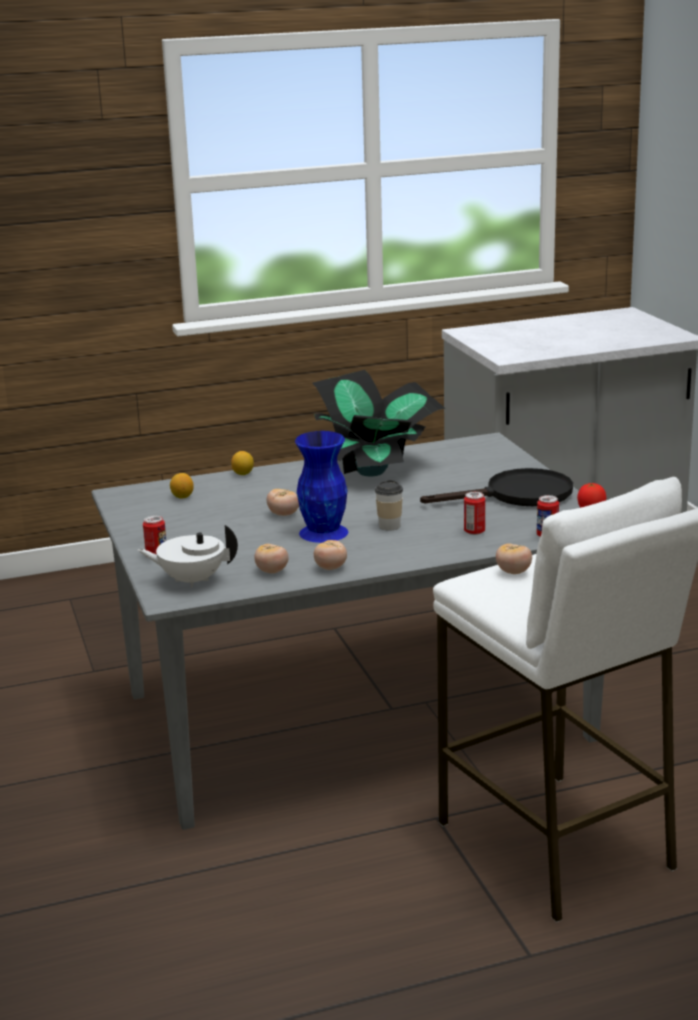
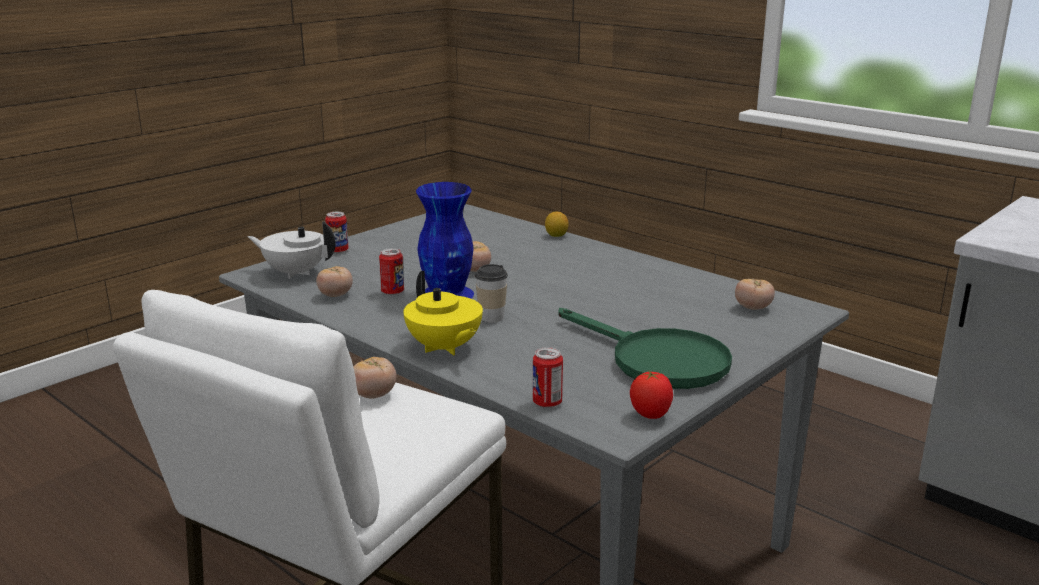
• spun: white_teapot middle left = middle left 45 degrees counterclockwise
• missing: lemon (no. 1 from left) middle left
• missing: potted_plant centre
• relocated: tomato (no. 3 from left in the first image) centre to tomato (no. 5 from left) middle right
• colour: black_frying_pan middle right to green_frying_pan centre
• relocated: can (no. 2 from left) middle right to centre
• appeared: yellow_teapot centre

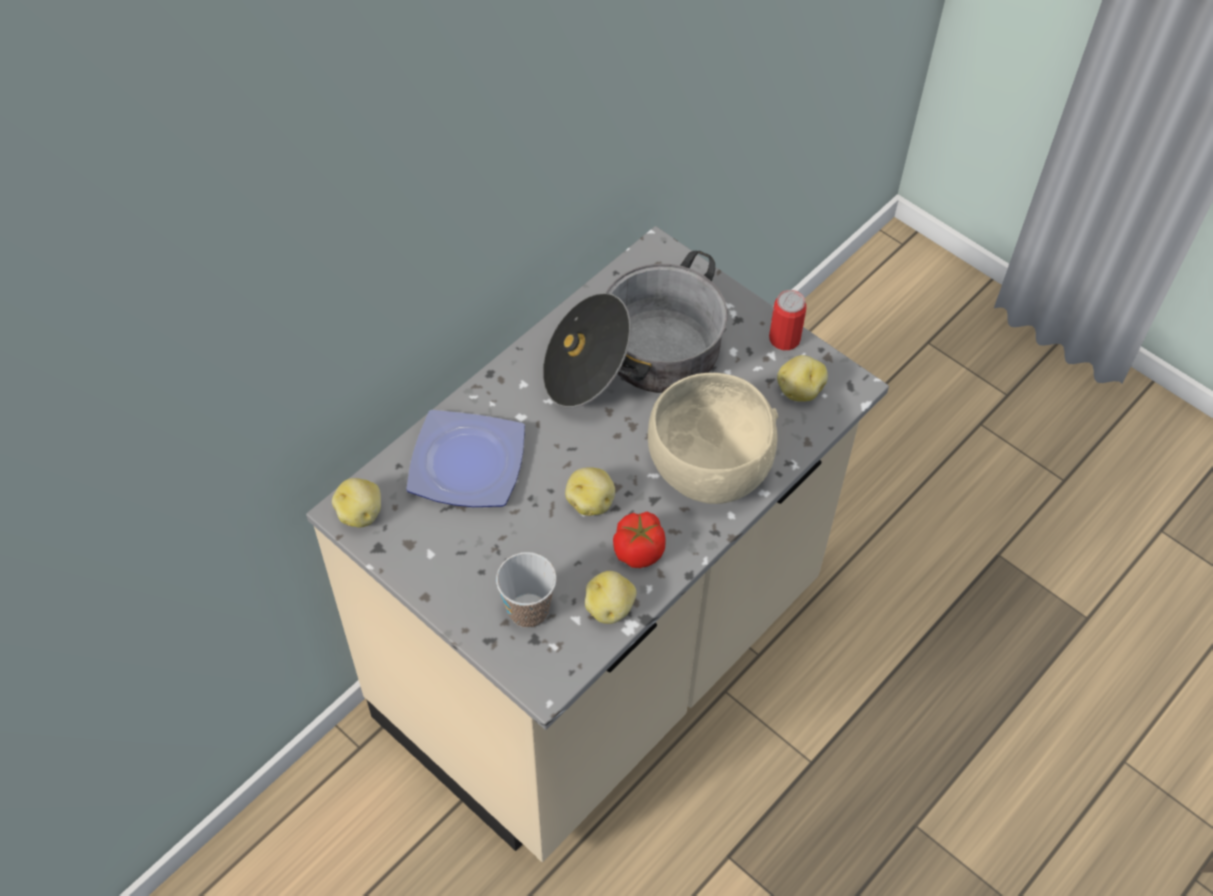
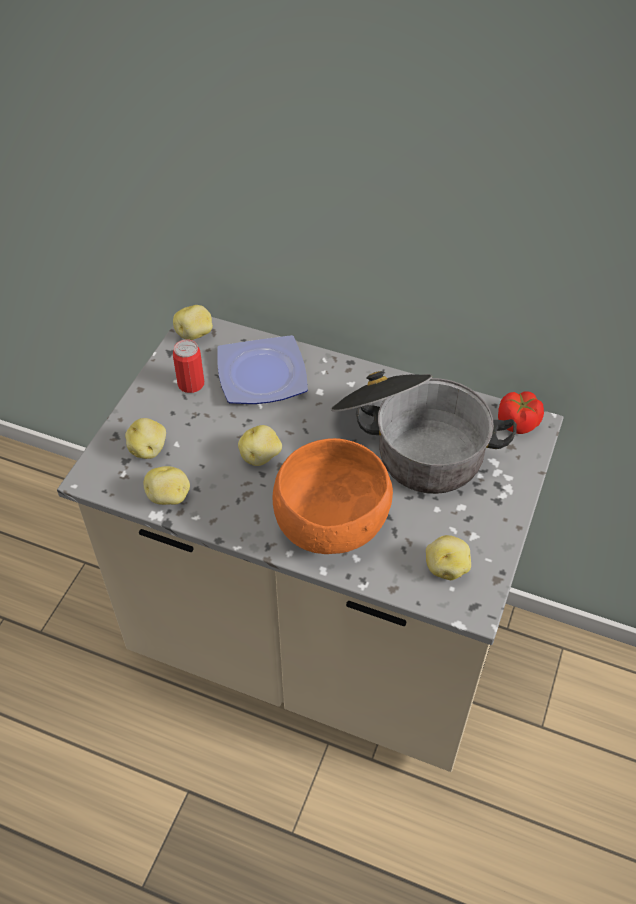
• exchanged: cup centre to potato (no. 1 from left) middle left
• relocated: tomato centre to middle right
• colour: beige_bowl centre to orange_bowl centre
• relocated: can centre to middle left

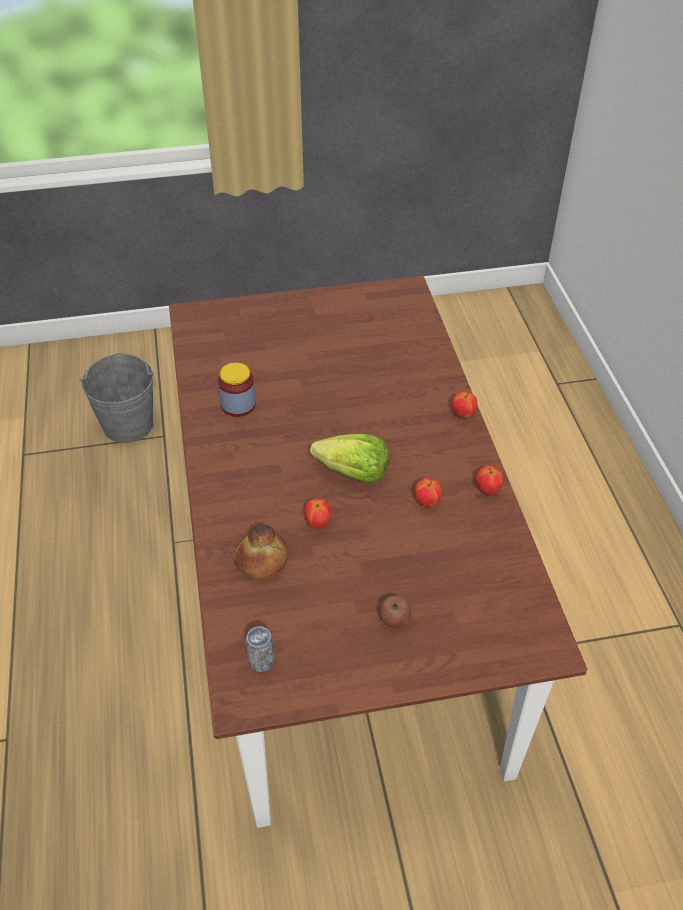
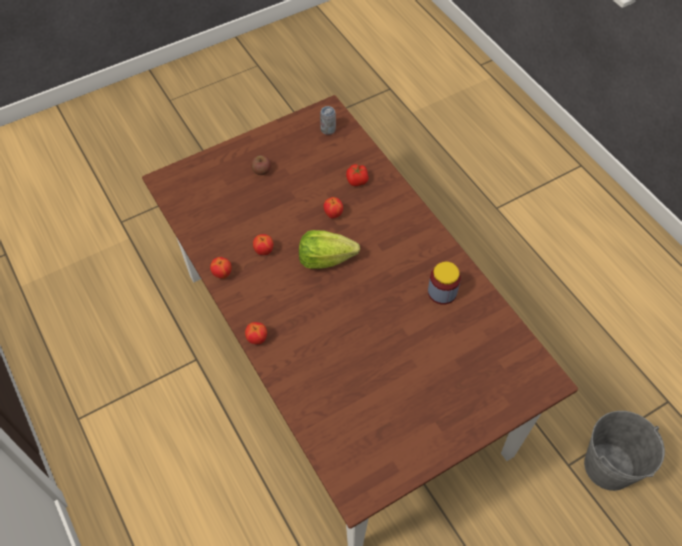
• exchanged: bread centre to tomato top centre

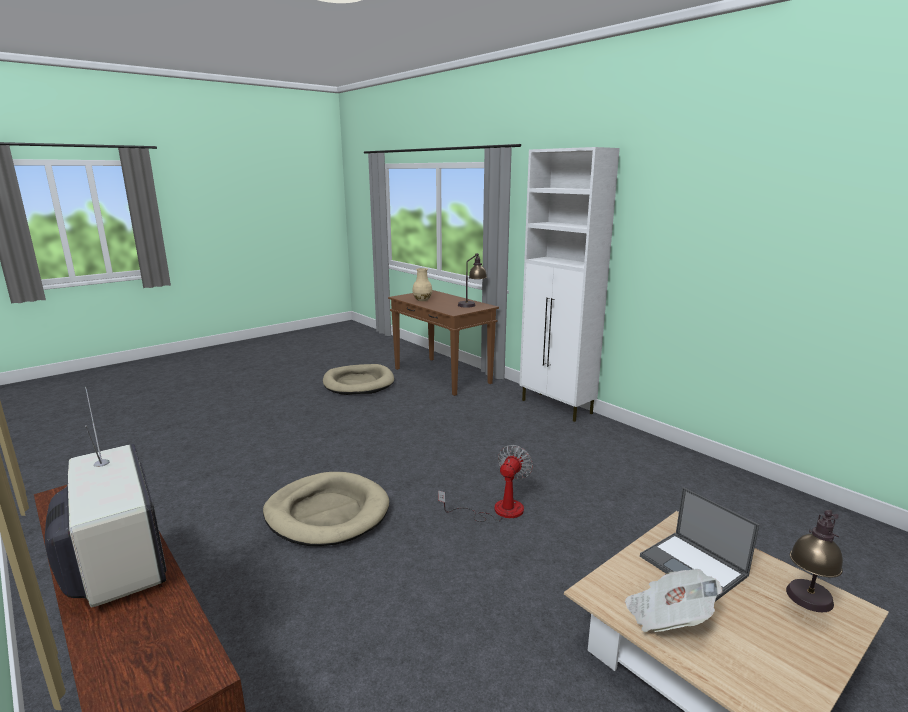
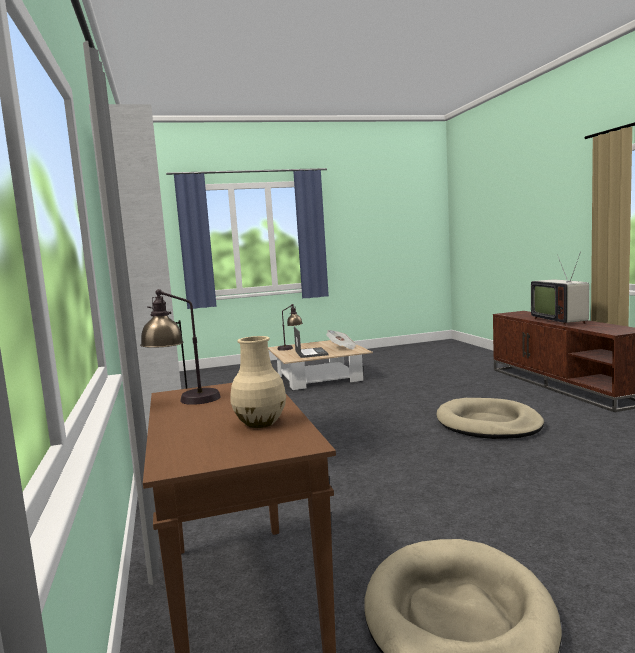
• missing: fan bottom centre

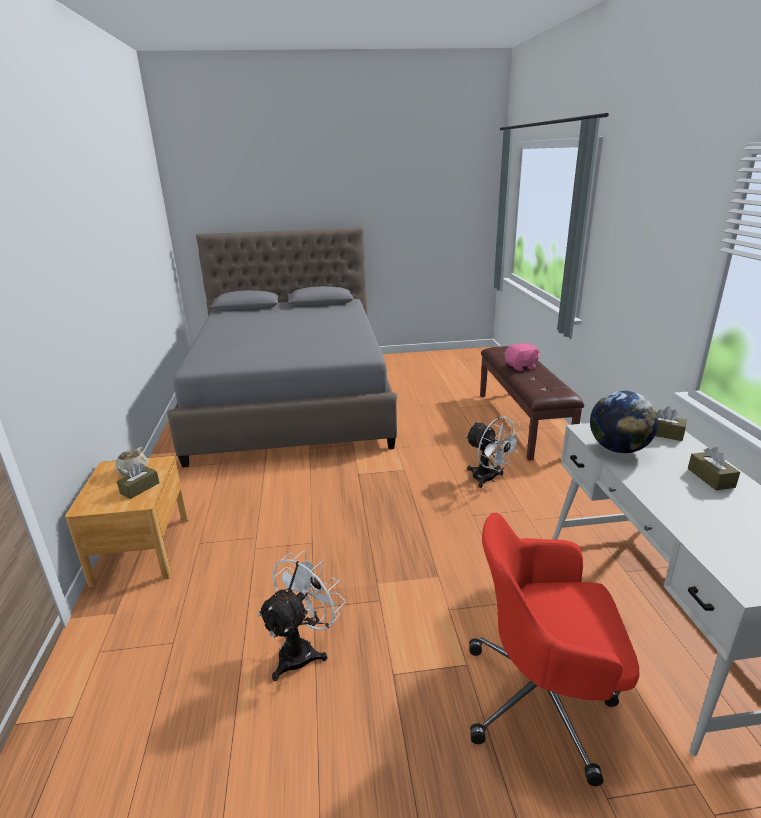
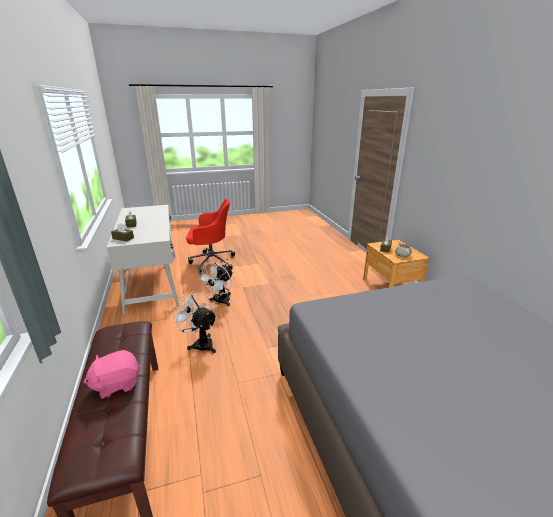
• relocated: white_fan (no. 1 from left in the first image) bottom centre to white_fan (no. 2 from left) centre
• missing: globe middle right

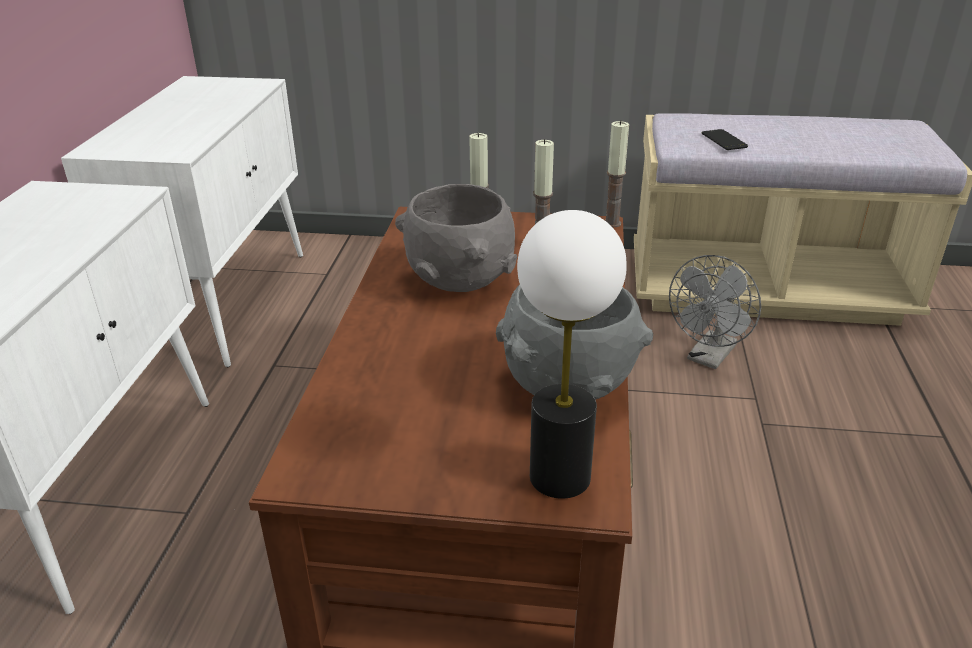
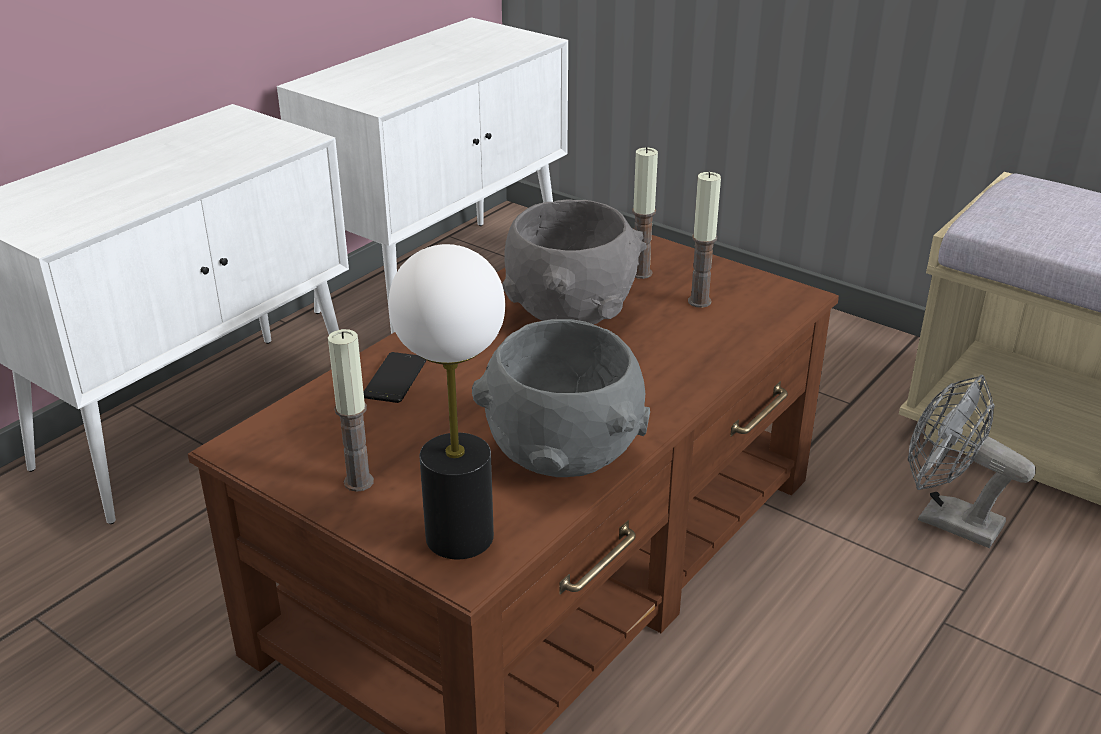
• relocated: candle (no. 3 from left in the first image) top centre to candle (no. 1 from left) middle left
• spun: grey_fan middle right = middle right 60 degrees clockwise
• relocated: phone top right to centre

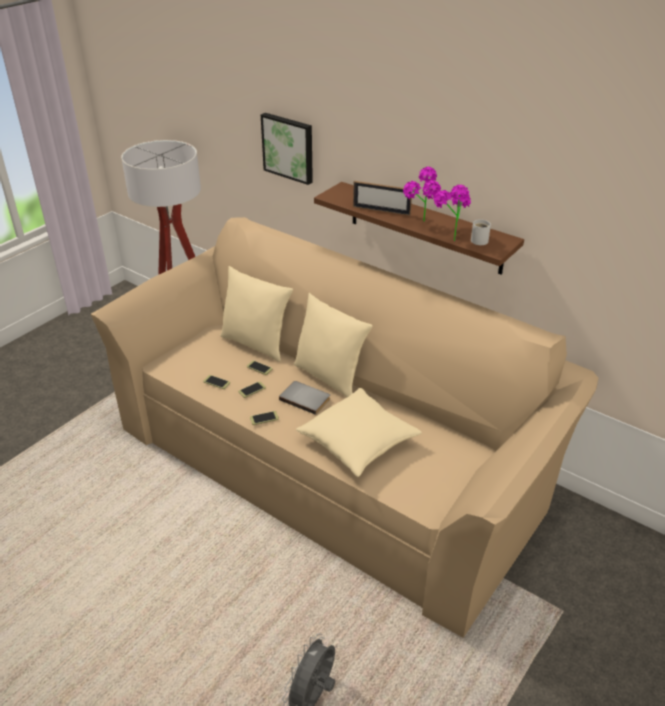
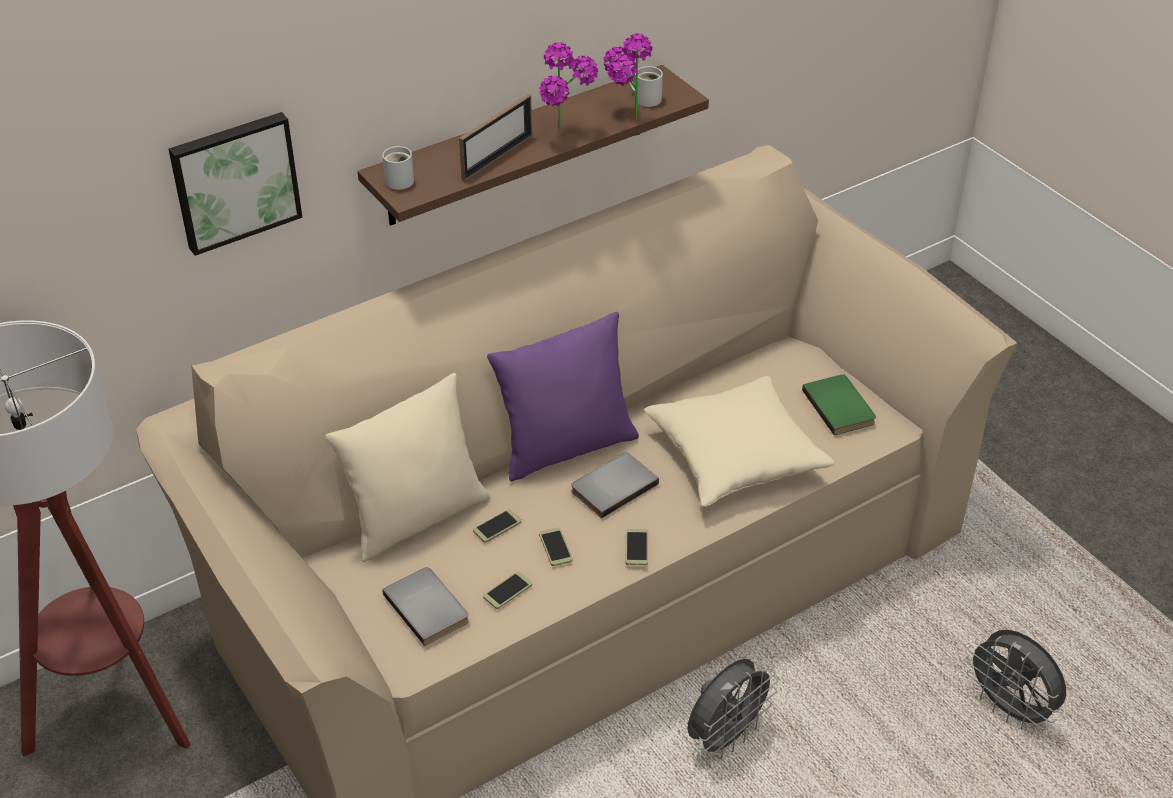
• colour: beige_pillow (no. 2 from left) centre to purple_pillow centre
• appeared: white_mug (no. 1 from left) top centre
• appeared: grey_book (no. 1 from left) bottom centre
• appeared: grey_fan (no. 1 from left) bottom centre
• appeared: green_book middle right

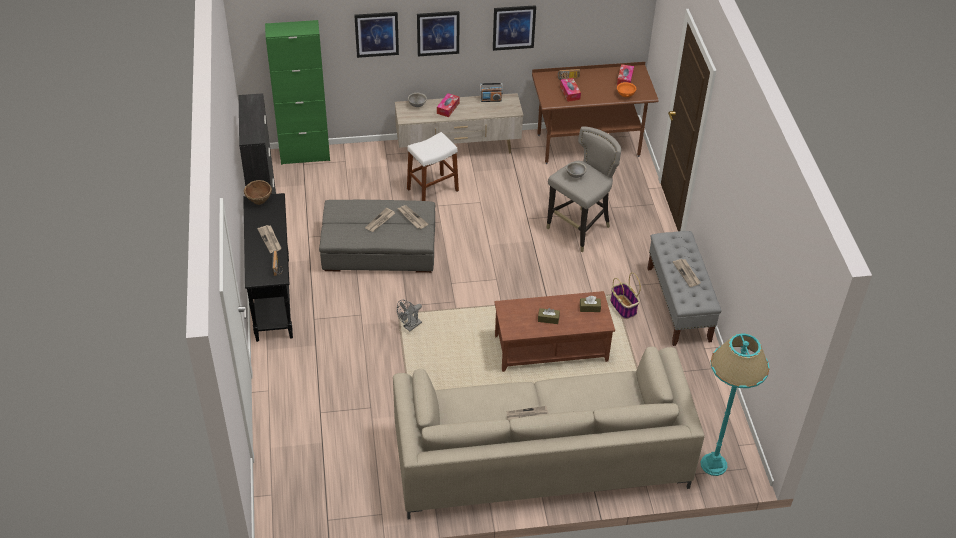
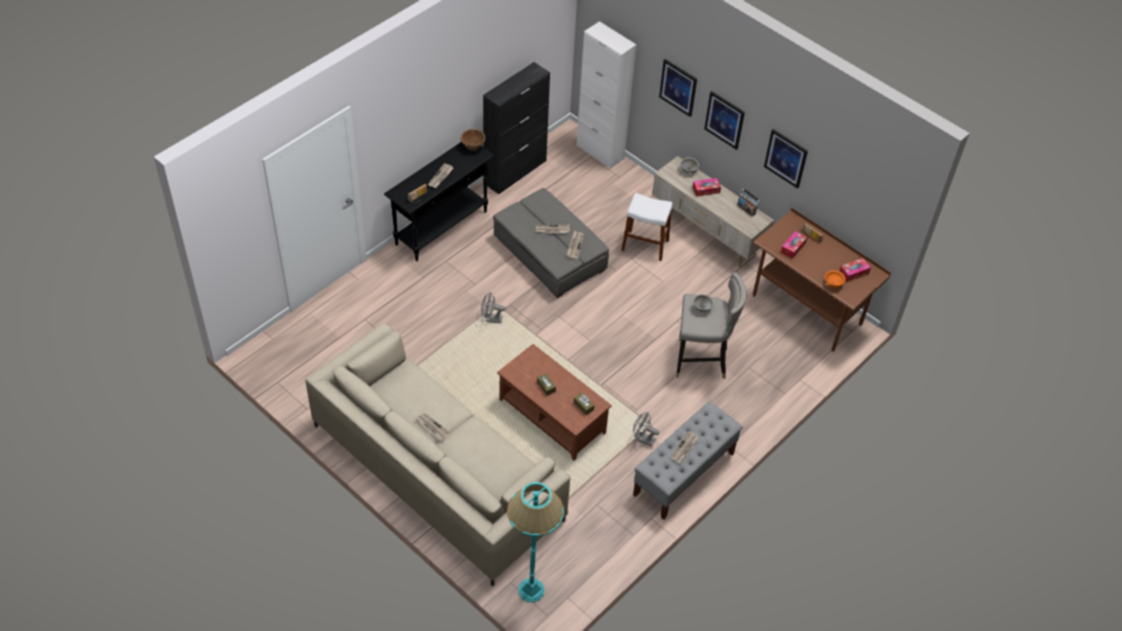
• colour: green_cabinet top left to white_cabinet top centre
• exchanged: basket centre to grey_fan (no. 2 from left) bottom centre

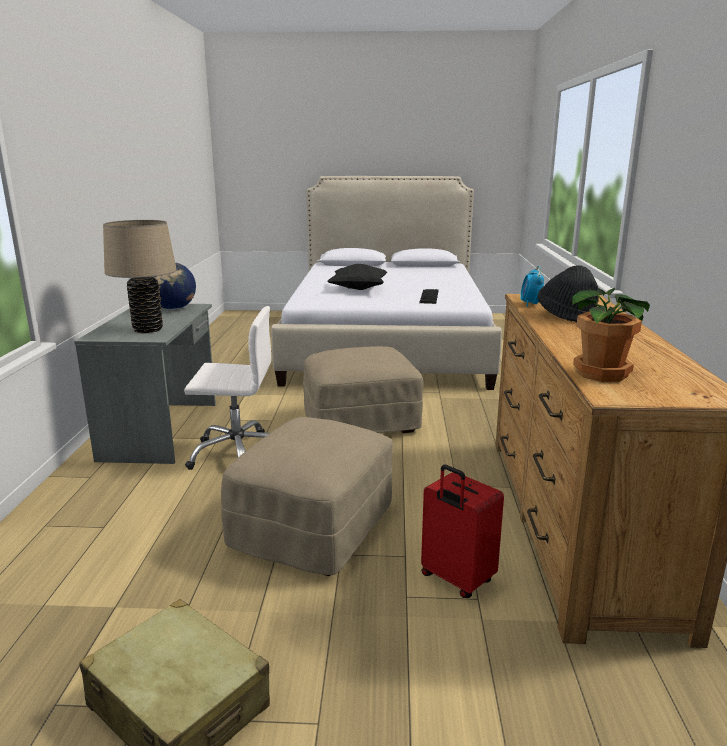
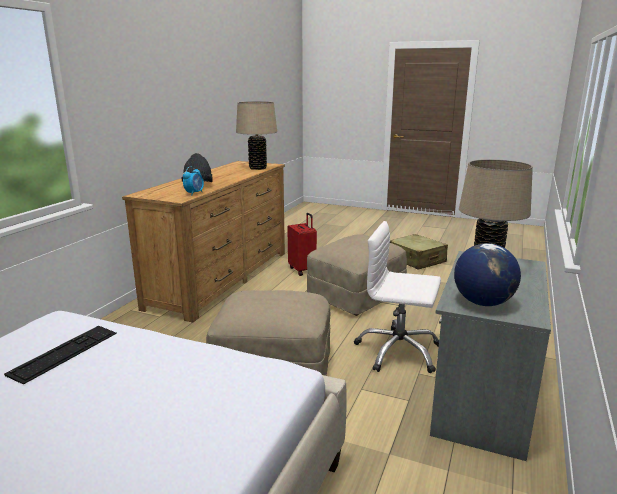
• missing: black_pillow centre
• exchanged: potted_plant middle right to beige_table_lamp (no. 1 from left) top centre

